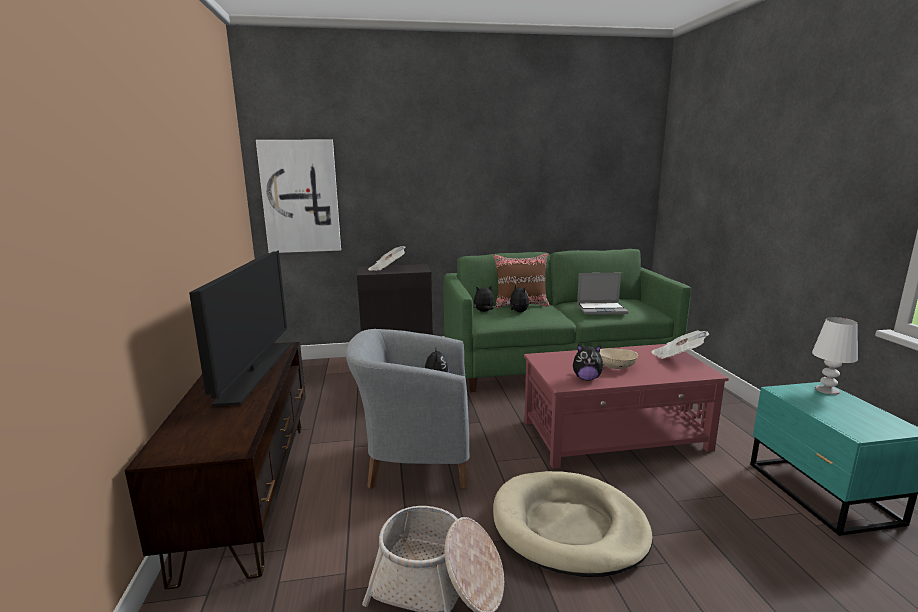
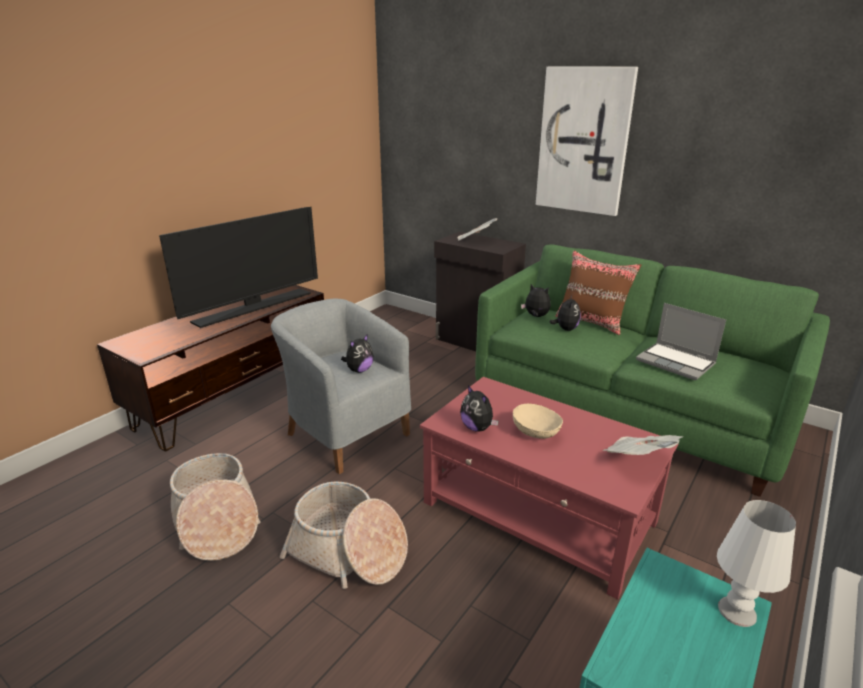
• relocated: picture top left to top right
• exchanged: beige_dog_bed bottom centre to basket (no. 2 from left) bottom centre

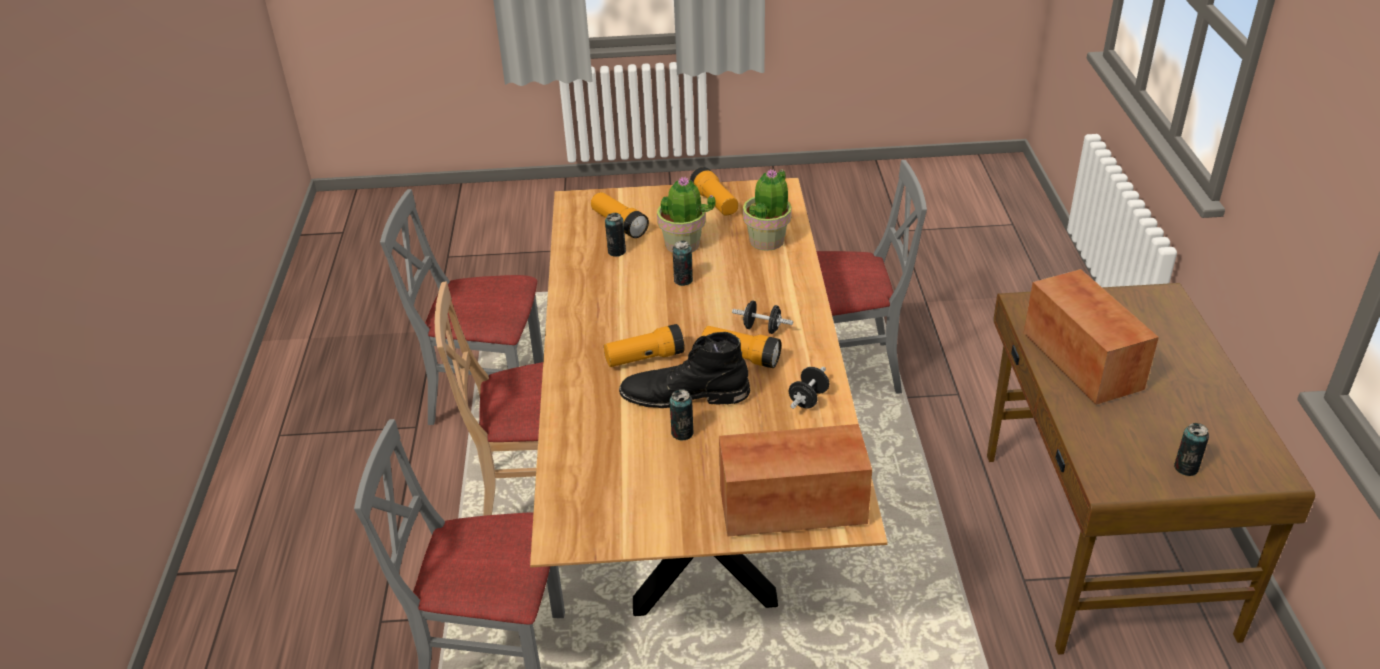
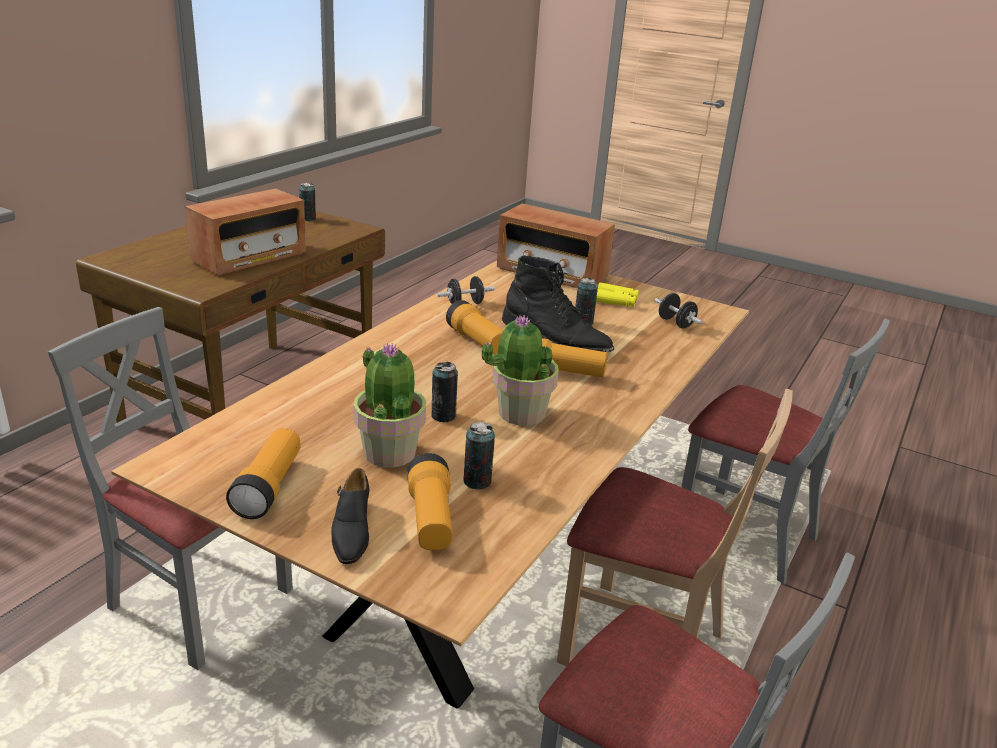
• relocated: black_dumbbell (no. 1 from left in the first image) centre to black_dumbbell (no. 2 from left) middle right
• relocated: potted_plant (no. 2 from left) top centre to centre
• spun: radio (no. 2 from left in the first image) middle right = top left 150 degrees counterclockwise
• appeared: black_shoe bottom centre
• appeared: yellow_binoculars centre

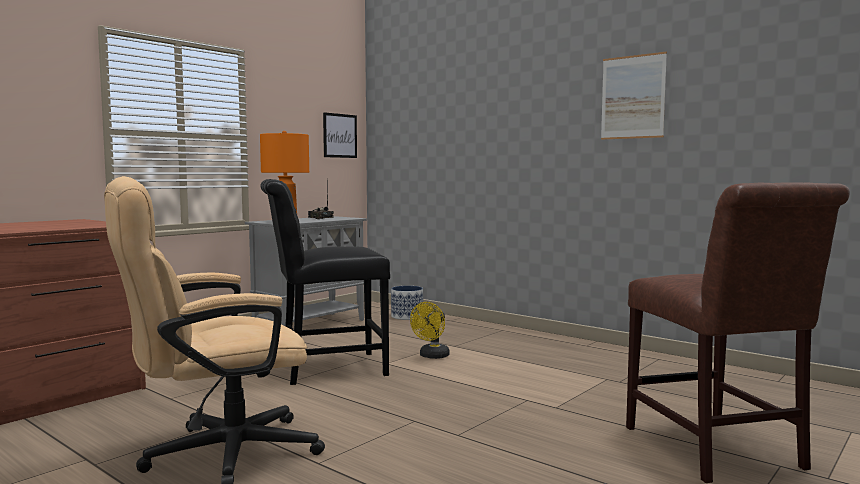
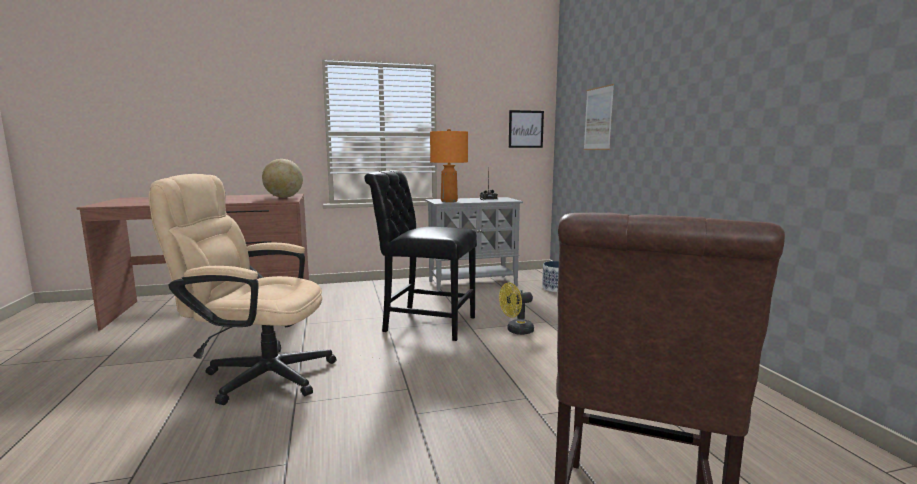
• relocated: picture (no. 2 from left) top right to top centre
• appeared: globe middle left

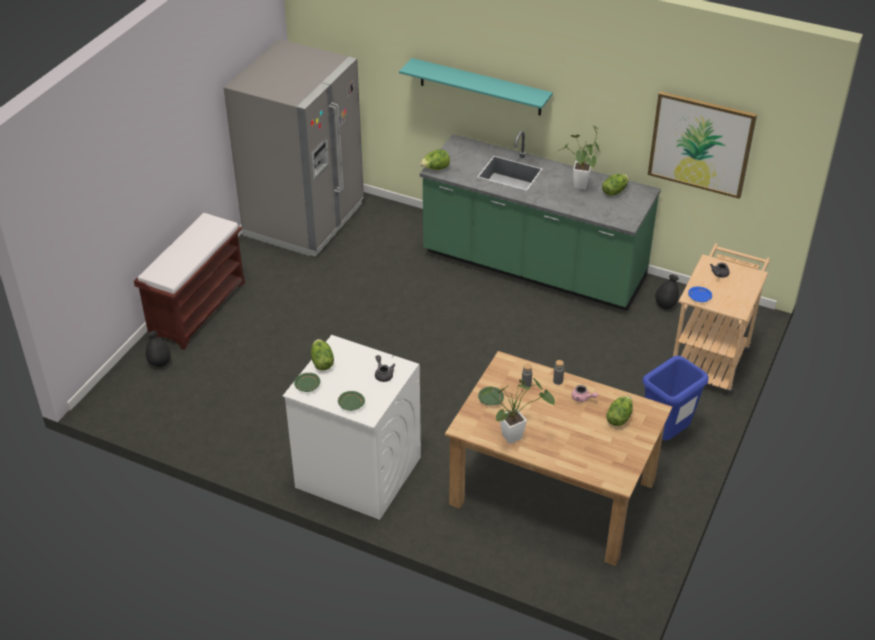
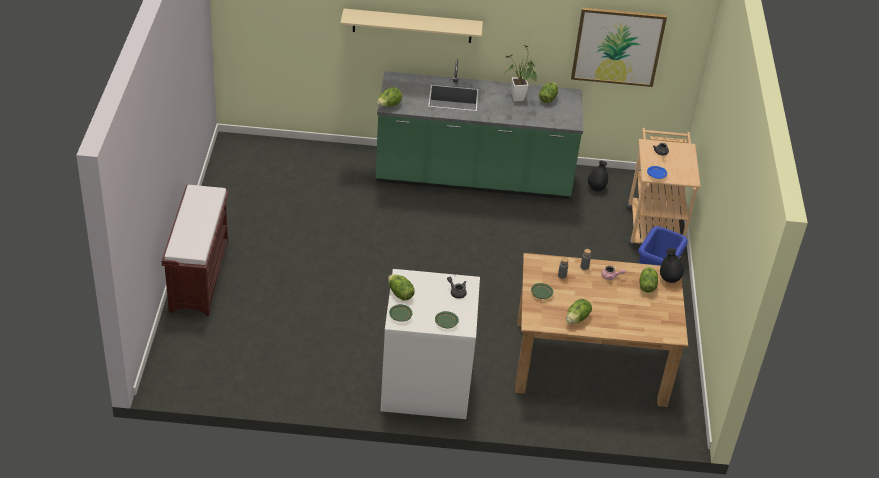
• relocated: black_vase (no. 1 from left in the first image) middle left to black_vase (no. 2 from left) middle right
• missing: grey_fridge top centre
• colour: turquoise_shelf top centre to beige_shelf top centre
• exchanged: potted_plant (no. 1 from left) centre to lettuce (no. 4 from left) centre

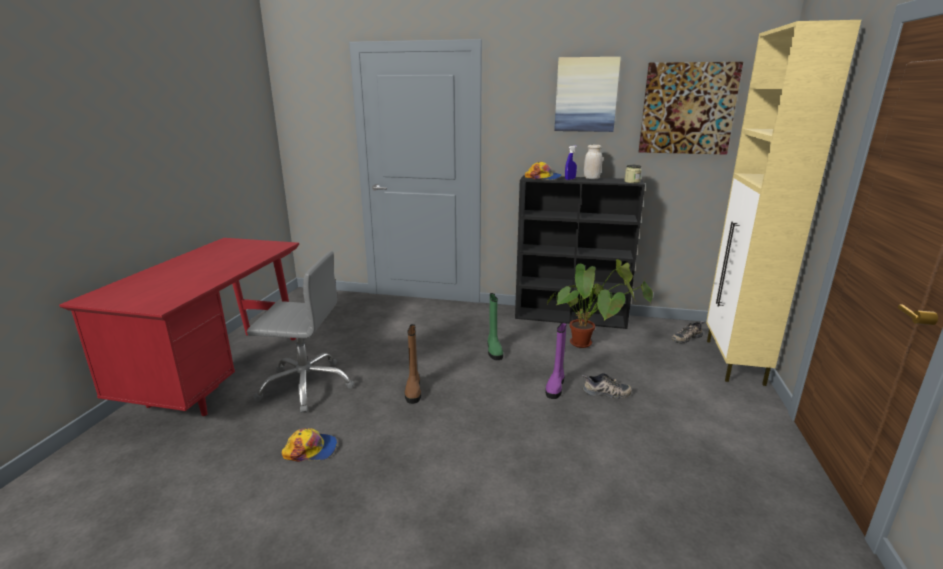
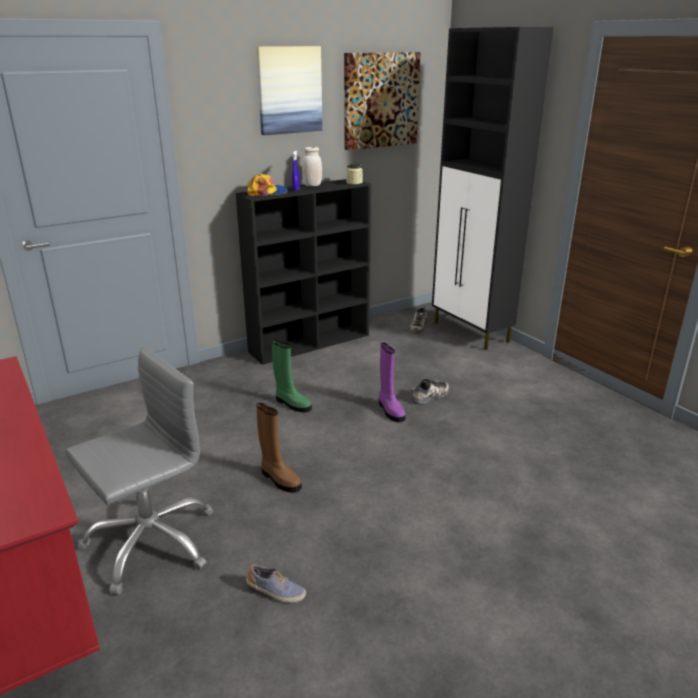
• exchanged: cap (no. 1 from left) bottom left to shoe (no. 1 from left) bottom centre
• missing: potted_plant centre
• colour: beige_cabinet middle right to black_cabinet top right

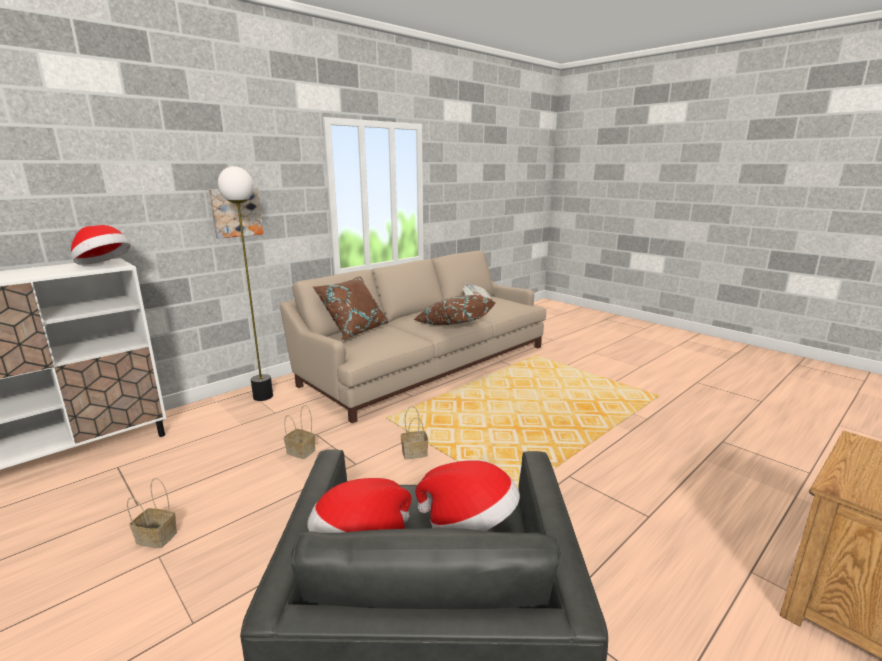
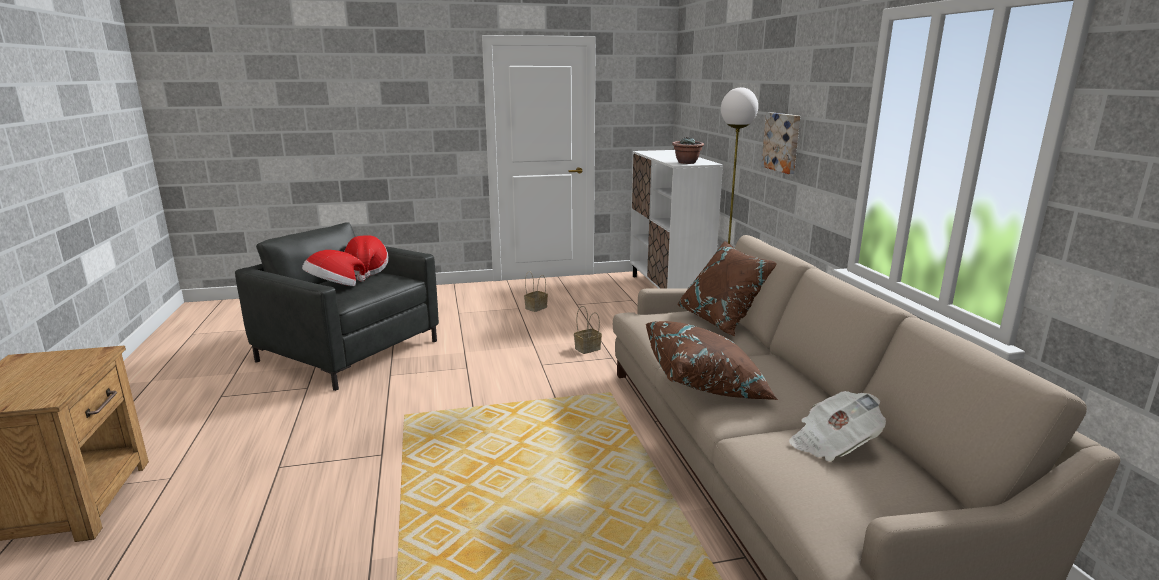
• exchanged: hat (no. 1 from left) middle left to potted_plant top centre
• missing: basket (no. 3 from left) centre

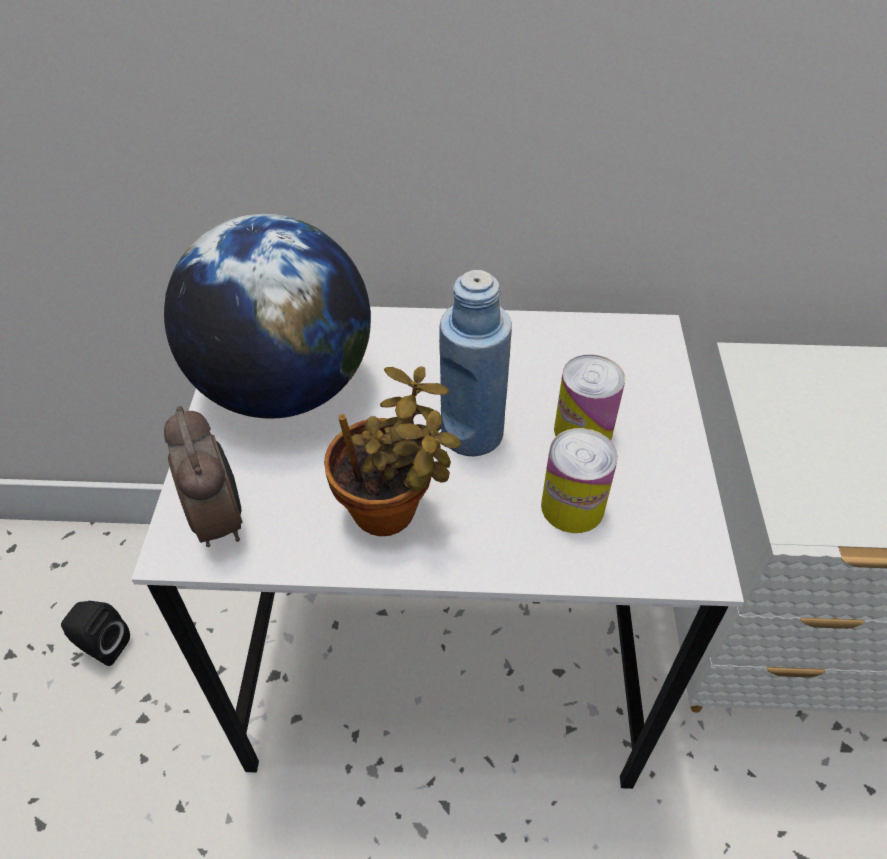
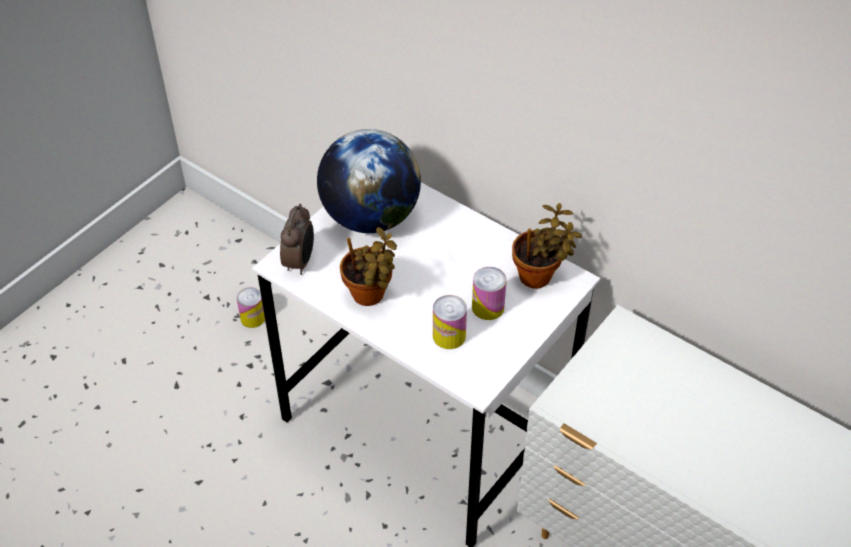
• exchanged: black_speaker bottom left to can (no. 1 from left) middle left
• missing: blue_bottle centre
• appeared: potted_plant (no. 2 from left) centre

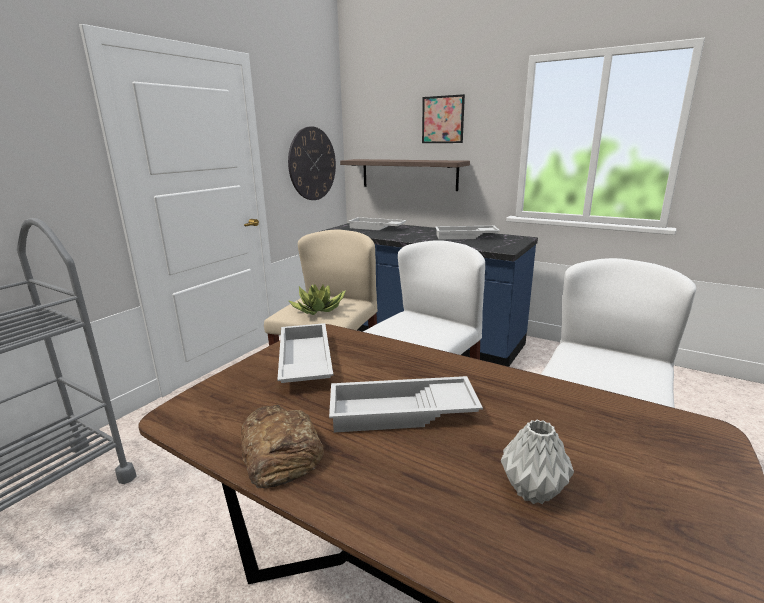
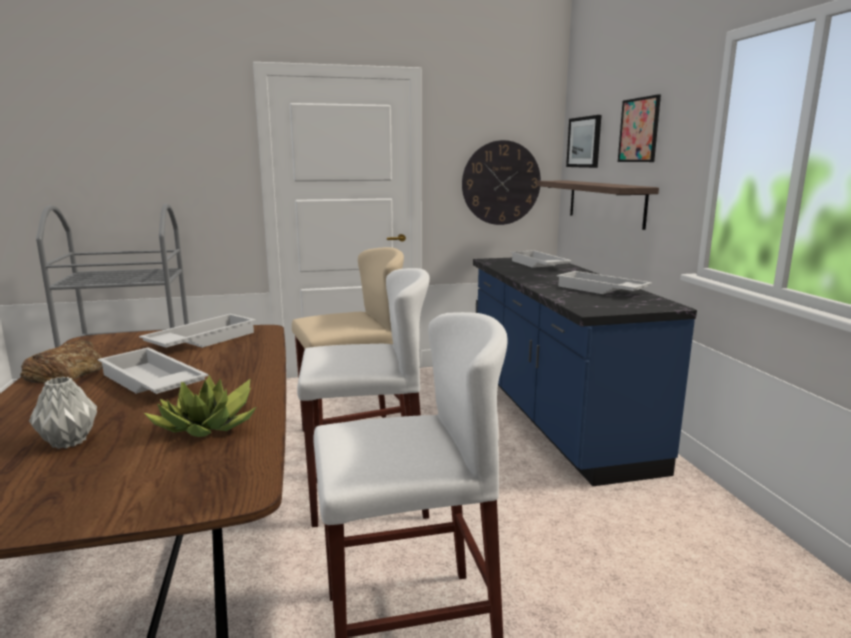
• relocated: potted_plant centre to middle left
• appeared: picture (no. 1 from left) top right

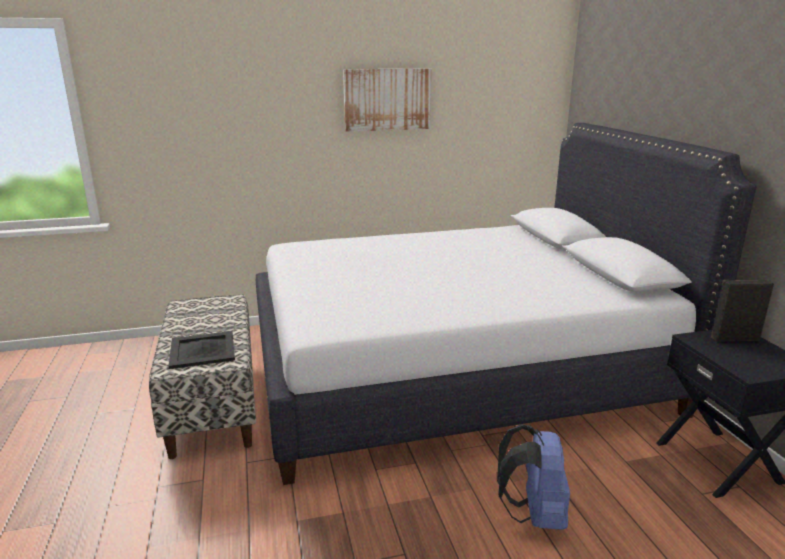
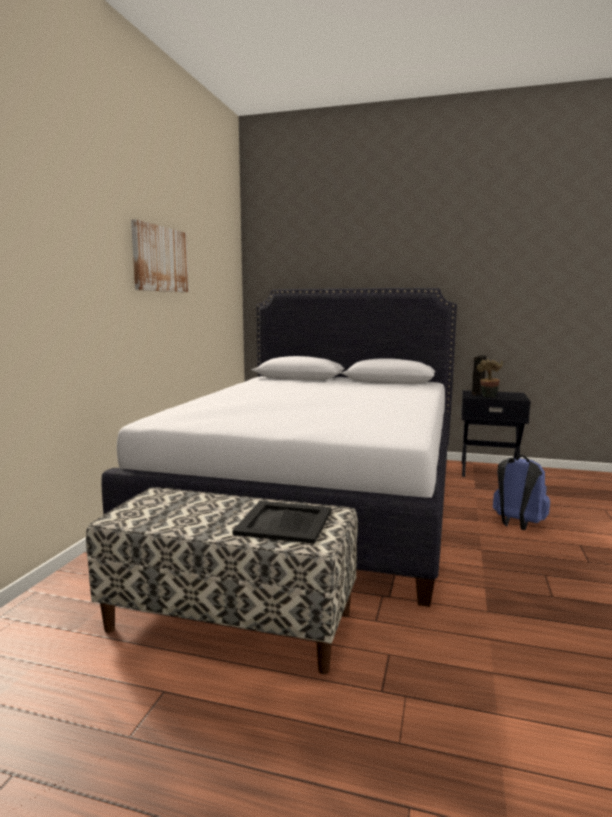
• appeared: potted_plant middle right

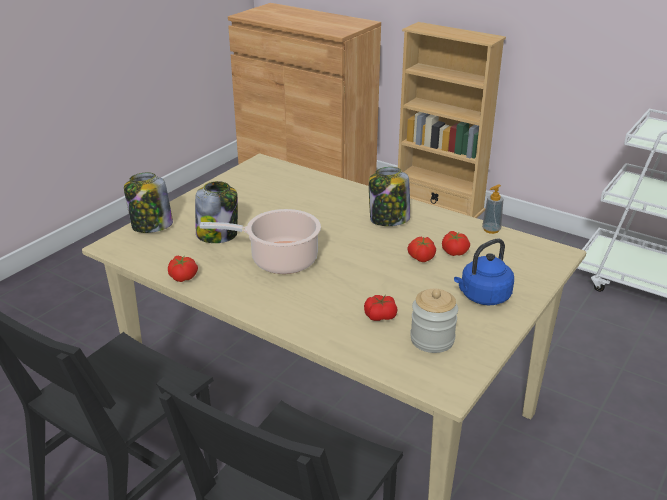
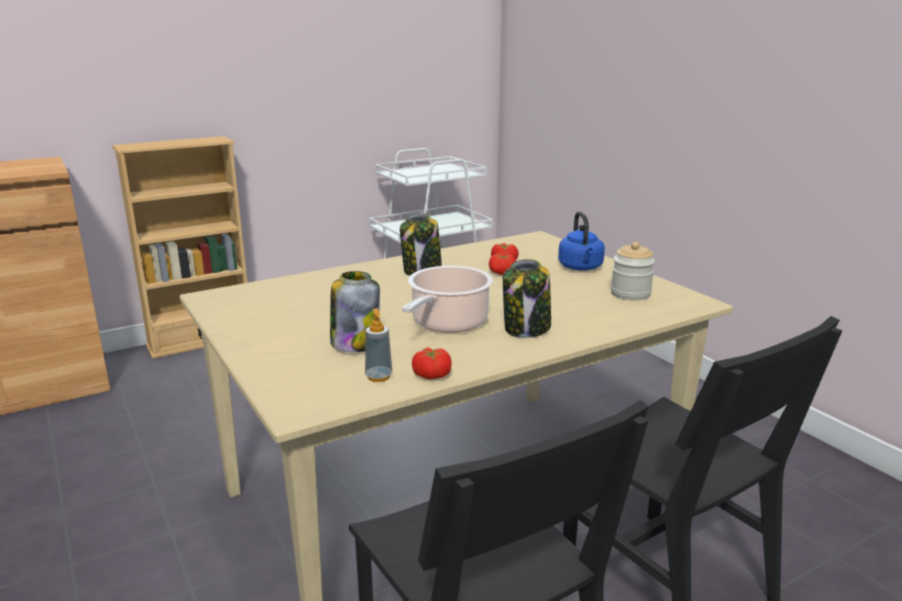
• relocated: jar (no. 1 from left in the first image) middle left to jar (no. 3 from left) centre
• missing: tomato (no. 2 from left) centre
• relocated: soap_dispenser middle right to centre

